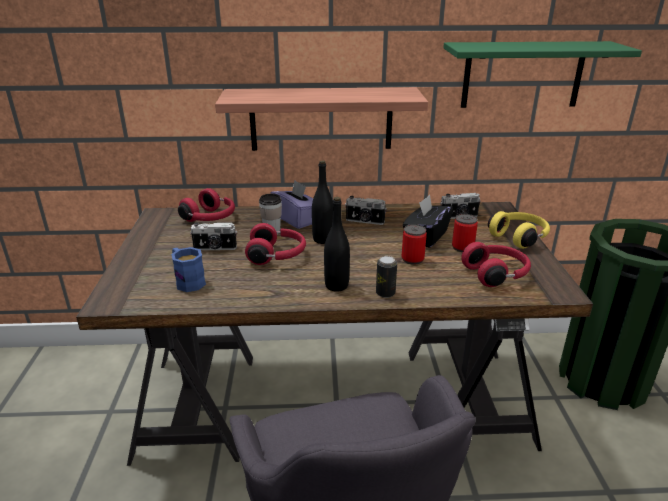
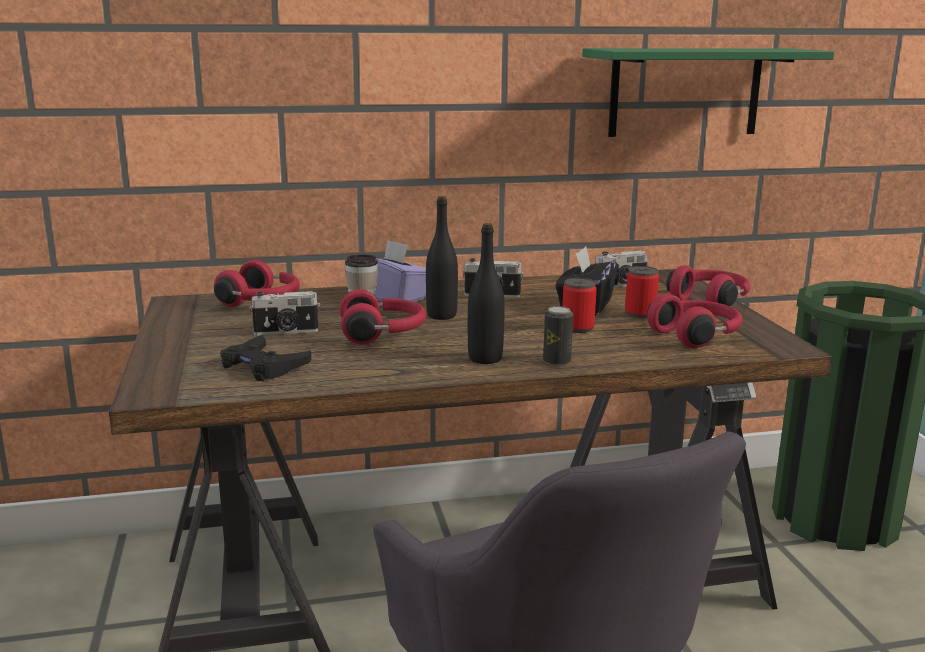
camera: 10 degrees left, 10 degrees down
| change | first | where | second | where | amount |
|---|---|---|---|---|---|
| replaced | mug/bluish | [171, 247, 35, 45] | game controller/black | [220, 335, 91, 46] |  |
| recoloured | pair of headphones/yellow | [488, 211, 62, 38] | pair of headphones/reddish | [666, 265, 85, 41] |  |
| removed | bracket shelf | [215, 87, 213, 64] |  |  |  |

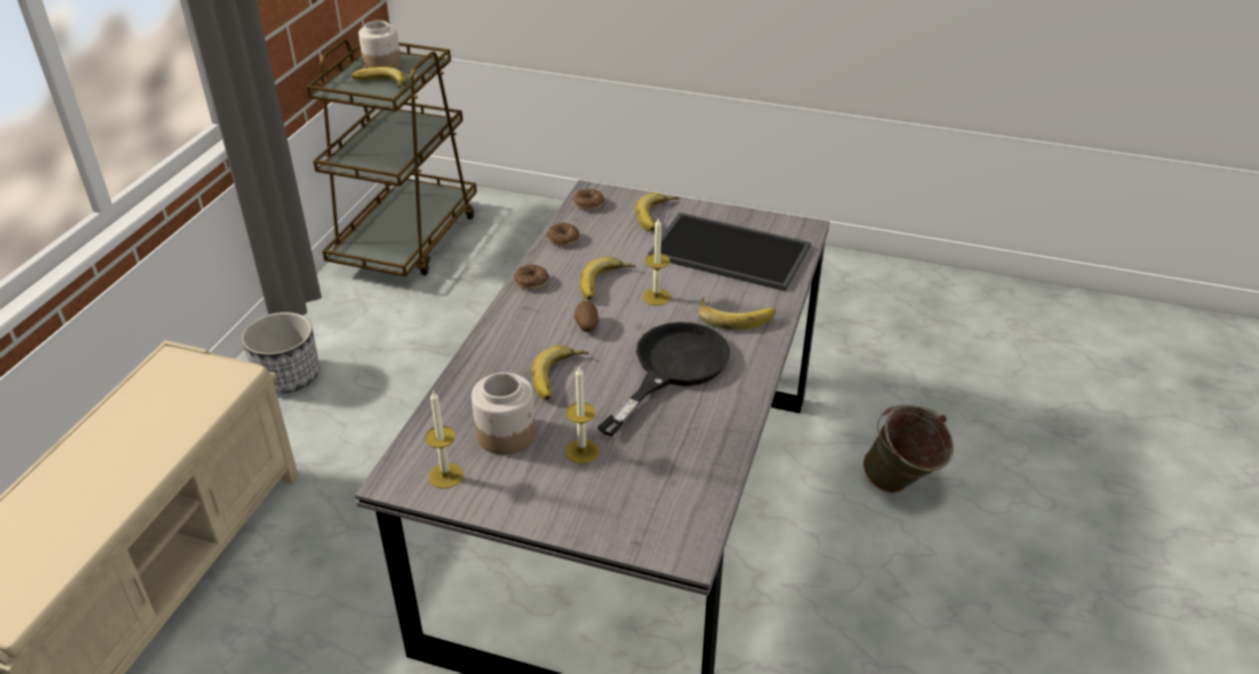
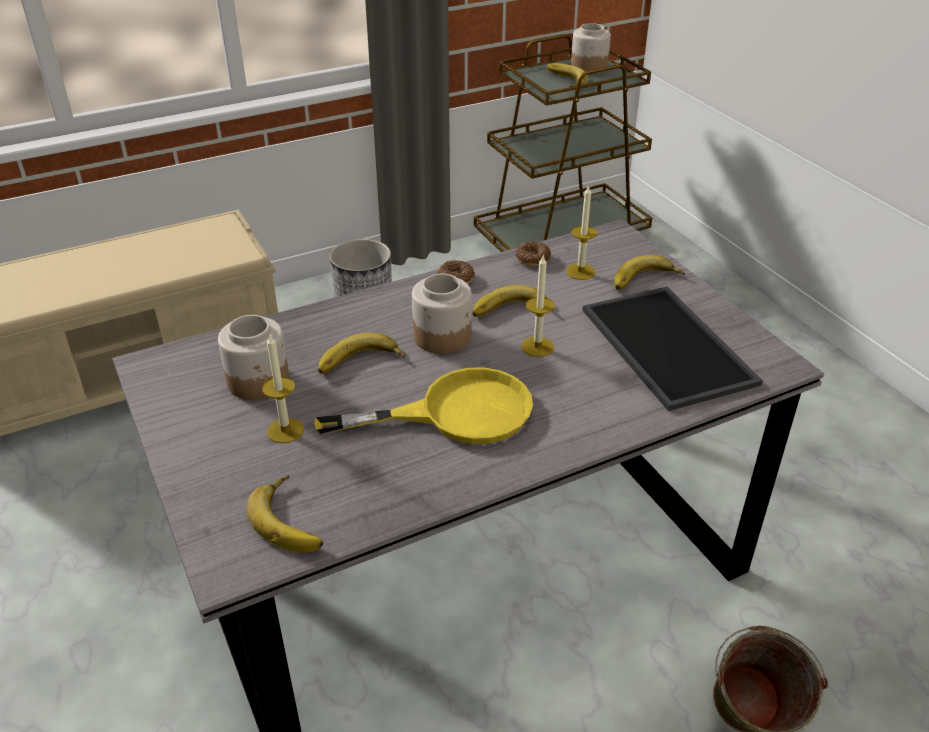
camera: 45 degrees right, 0 degrees up
| change | first | where | second | where | amount |
|---|---|---|---|---|---|
| moved | banana | [698, 297, 77, 33] |  | [246, 475, 77, 78] |  |
| recoloured | pan/black | [597, 322, 133, 114] | pan/yellow | [314, 367, 219, 77] |  |
| replaced | spud | [574, 301, 25, 31] | storage jar | [412, 274, 60, 80] |  |
| moved | candle | [425, 390, 39, 99] |  | [566, 185, 31, 95] |  |
| removed | donut | [573, 189, 31, 21] |  |  |  |

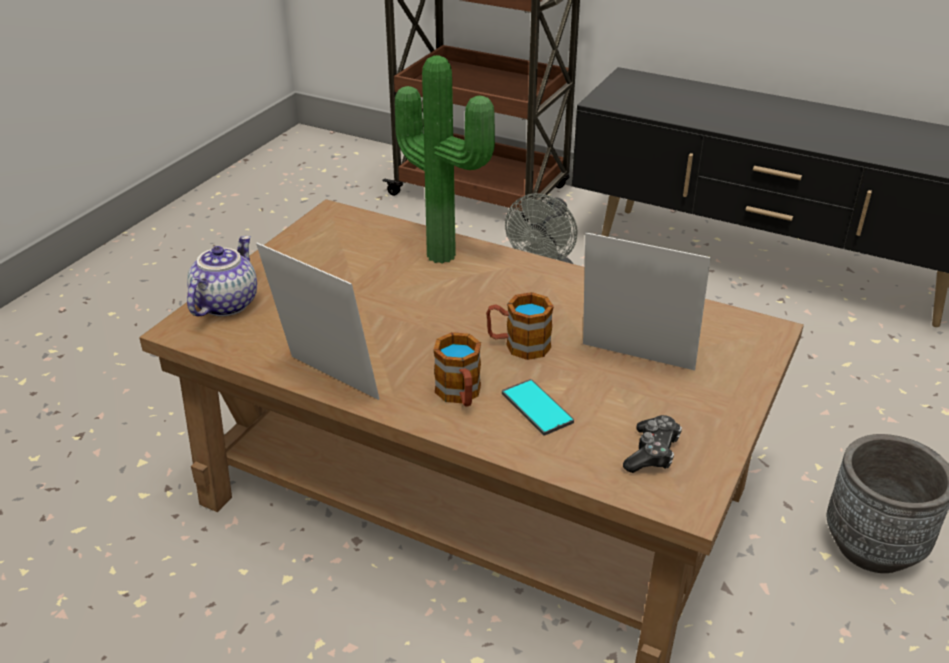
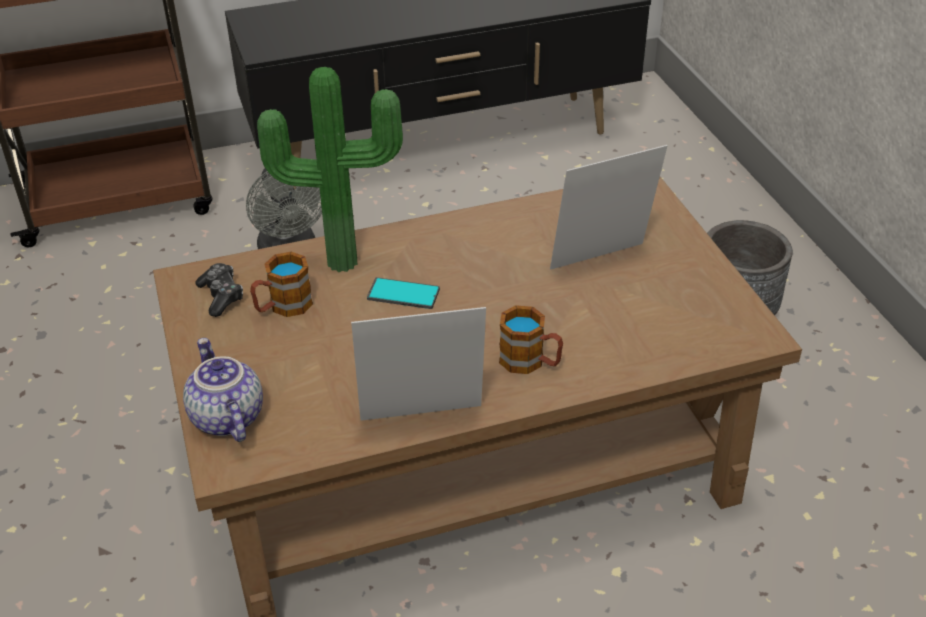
camera: 45 degrees left, 5 degrees up
| change | first | where | second | where | amount |
|---|---|---|---|---|---|
| moved | game controller | [623, 415, 59, 58] |  | [195, 263, 48, 54] |  |
| moved | mug | [486, 292, 68, 68] |  | [250, 252, 63, 65] |  |
| moved | phone | [502, 379, 72, 57] |  | [367, 277, 73, 32] |  |

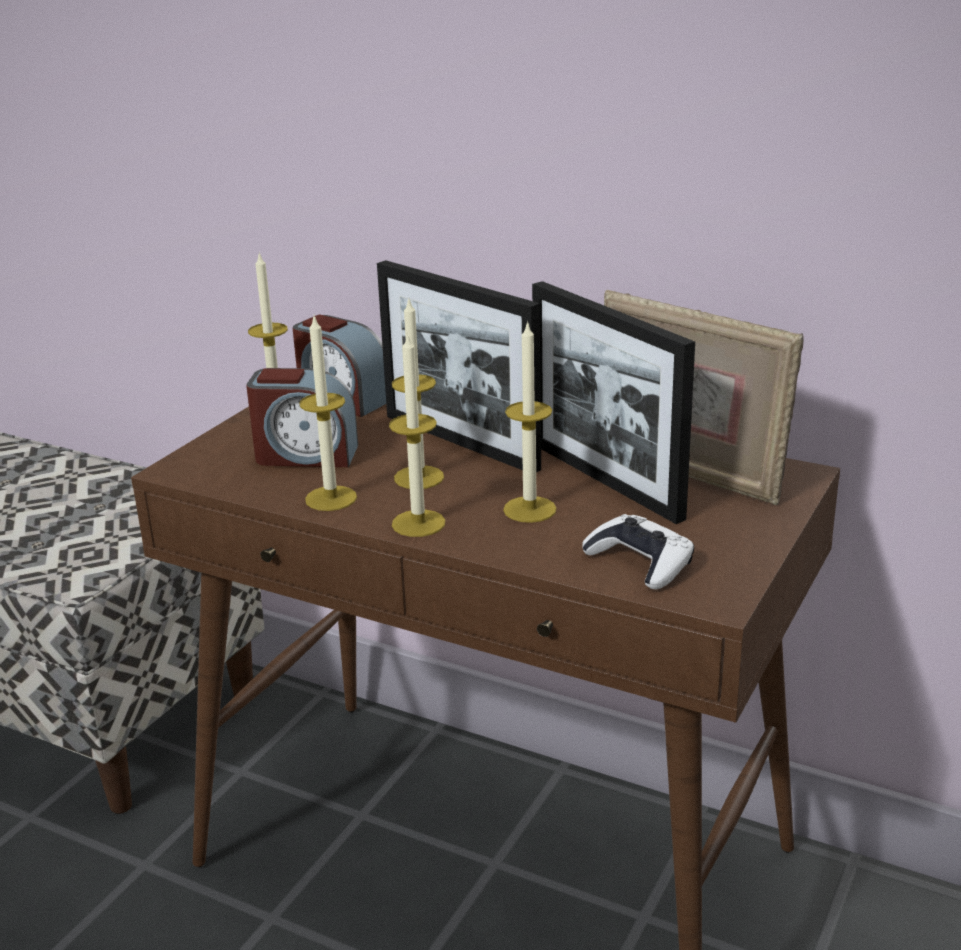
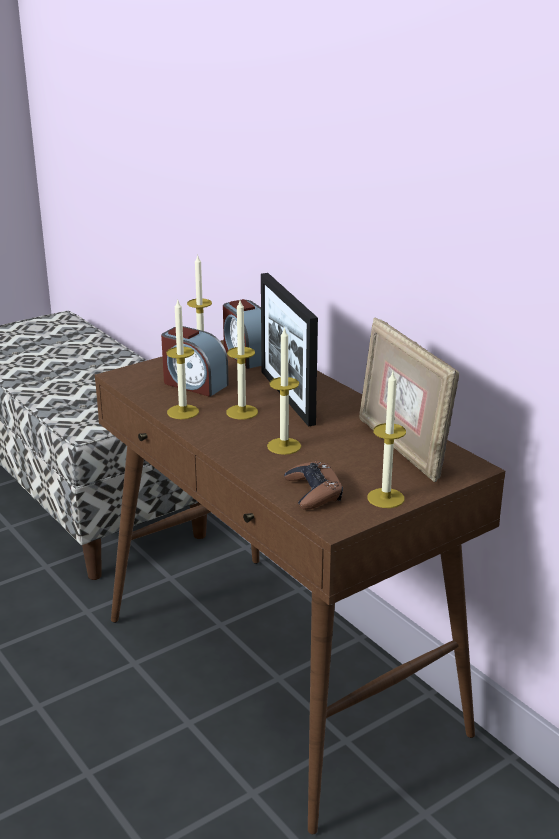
camera: 25 degrees right, 0 degrees up
| change | first | where | second | where | amount |
|---|---|---|---|---|---|
| recoloured | game controller/white-coloured | [582, 514, 112, 76] | game controller/brown | [284, 461, 59, 49] |  |
| moved | candle | [389, 332, 56, 205] |  | [367, 372, 39, 136] |  |
| removed | photo frame | [532, 281, 163, 243] |  |  |  |

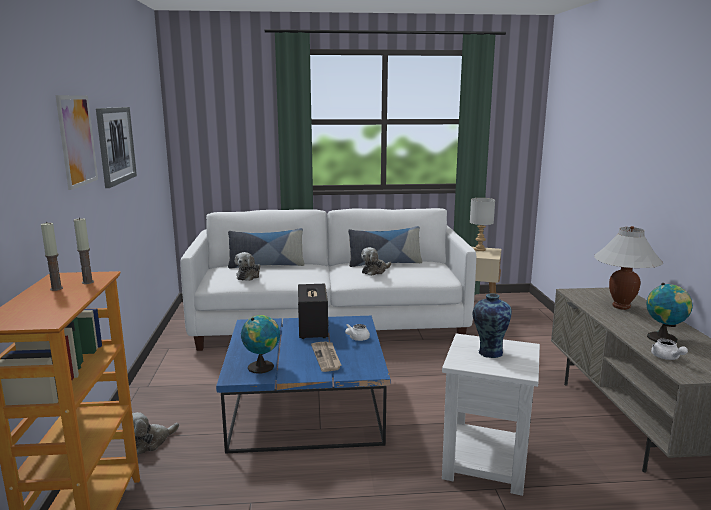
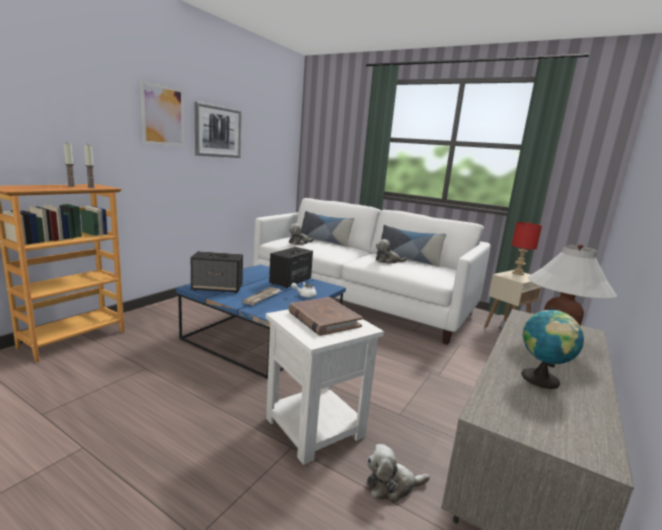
camera: 35 degrees right, 0 degrees up
| change | first | where | second | where | amount |
|---|---|---|---|---|---|
| replaced | desk globe | [241, 315, 39, 59] | loudspeaker | [191, 251, 52, 42] |  |
| replaced | decorative vase | [473, 293, 39, 65] | volume/brown | [289, 297, 74, 39] |  |
| moved | soft toy | [132, 412, 47, 43] |  | [367, 444, 63, 59] |  |
| recoloured | tabletop lamp/gray | [470, 198, 25, 53] | tabletop lamp/reddish | [512, 222, 30, 53] |  |
| removed | tea pot/white-coloured | [651, 339, 37, 21] |  |  |  |

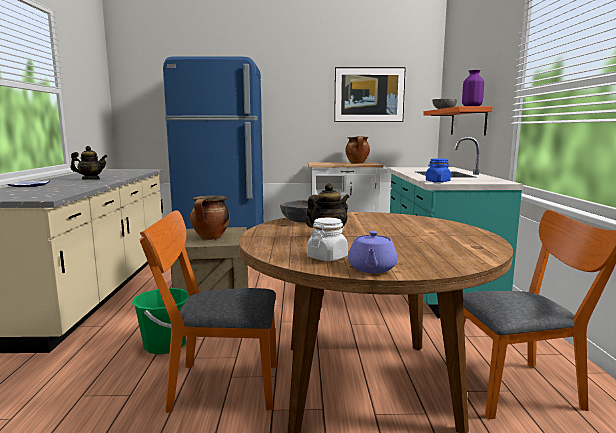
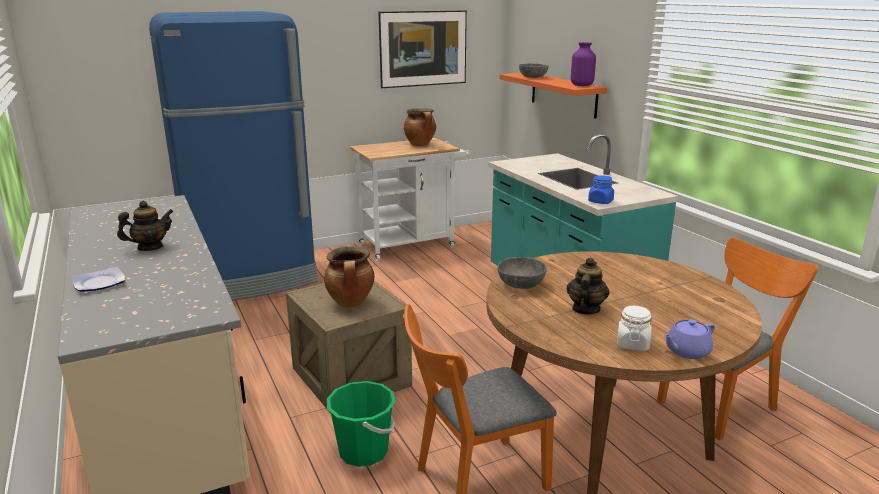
camera: 25 degrees left, 10 degrees up
| change | first | where | second | where | amount |
|---|---|---|---|---|---|
| turned | tea pot/purplish | [348, 231, 50, 42] |  | [664, 319, 51, 40] | 75 degrees clockwise |

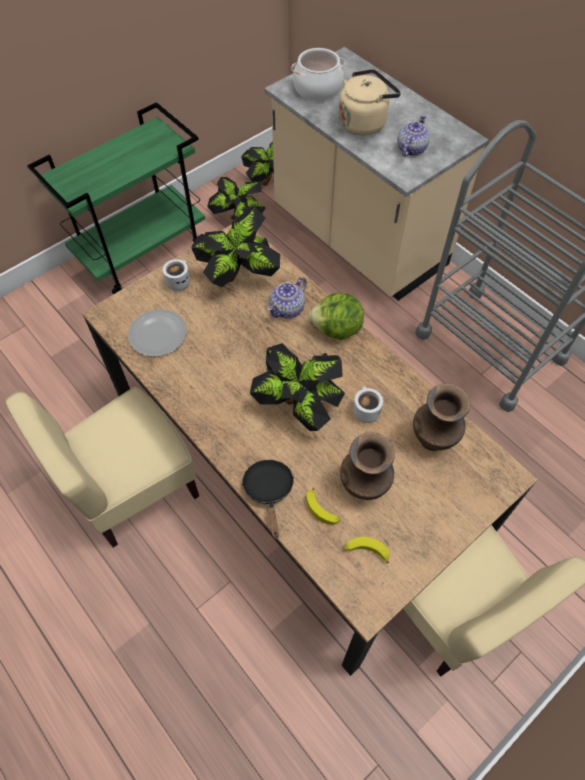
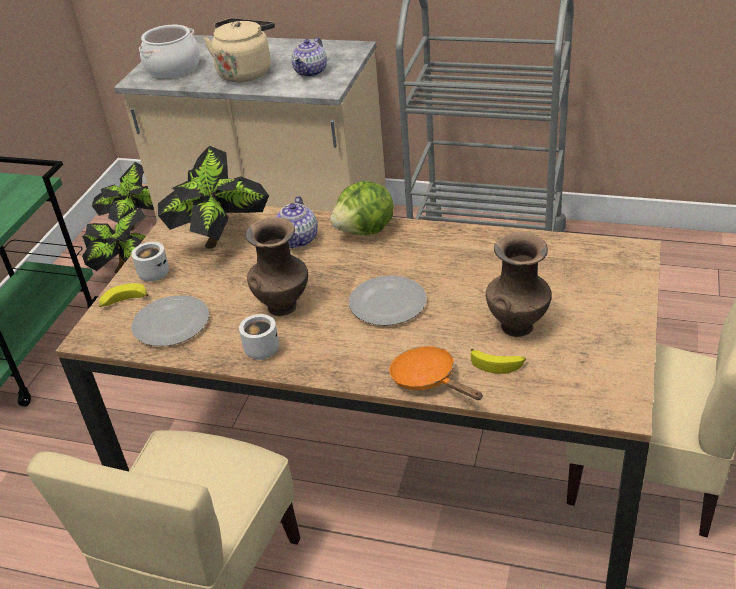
camera: 30 degrees left, 20 degrees down
| change | first | where | second | where | amount |
|---|---|---|---|---|---|
| moved | banana | [344, 537, 46, 26] |  | [99, 283, 49, 24] |  |
| moved | mug/white-coloured | [353, 387, 30, 36] |  | [239, 314, 40, 46] |  |
| moved | decorative vase/brown | [413, 384, 57, 67] |  | [245, 217, 63, 99] |  |
| turned | tea pot | [397, 115, 33, 42] |  | [292, 37, 35, 40] | 150 degrees counterclockwise |
| replaced | houseplant | [250, 343, 95, 88] | dinner plate | [349, 276, 78, 49] |  |
| recoloured | pan/black | [242, 460, 52, 78] | pan/orange | [389, 346, 94, 54] |  |

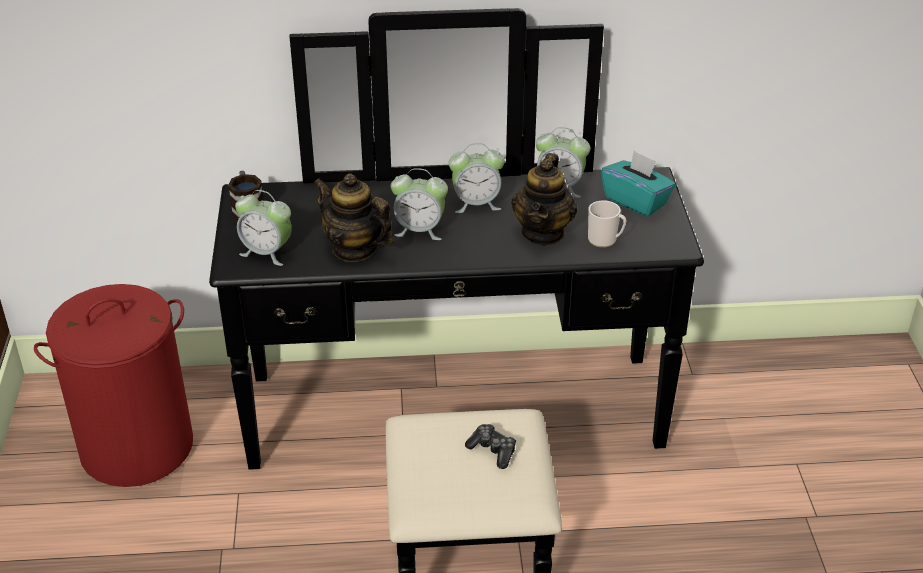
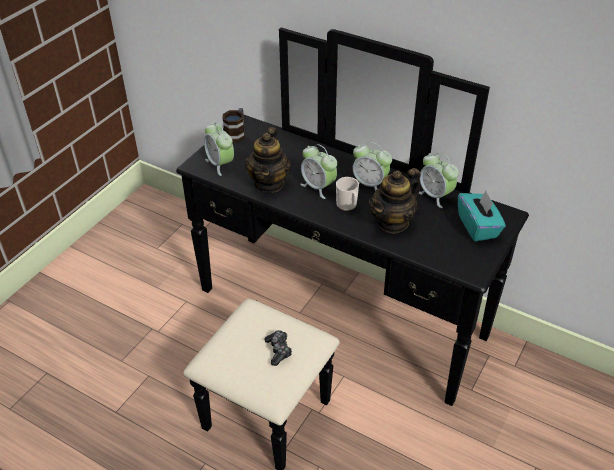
camera: 35 degrees right, 5 degrees up
| change | first | where | second | where | amount |
|---|---|---|---|---|---|
| turned | tea pot | [314, 173, 80, 89] |  | [245, 127, 46, 66] | 150 degrees counterclockwise |
| moved | mug | [588, 201, 38, 47] |  | [336, 177, 23, 34] |  |
| removed | hamper/reddish | [34, 284, 159, 203] |  |  |  |

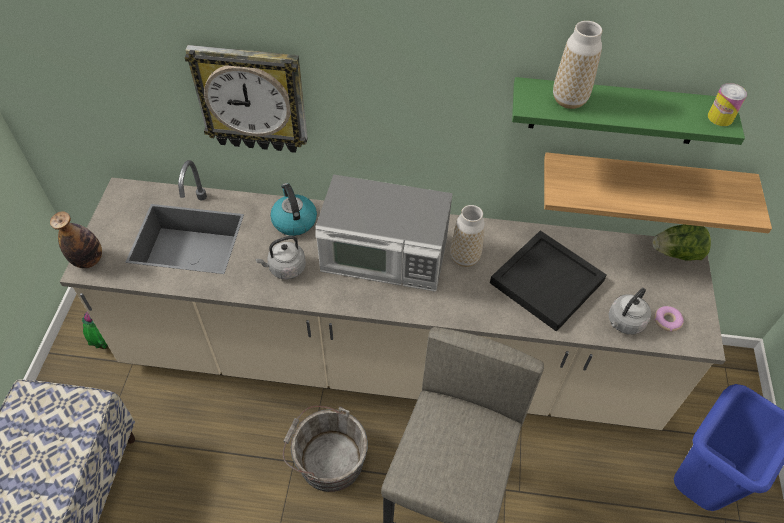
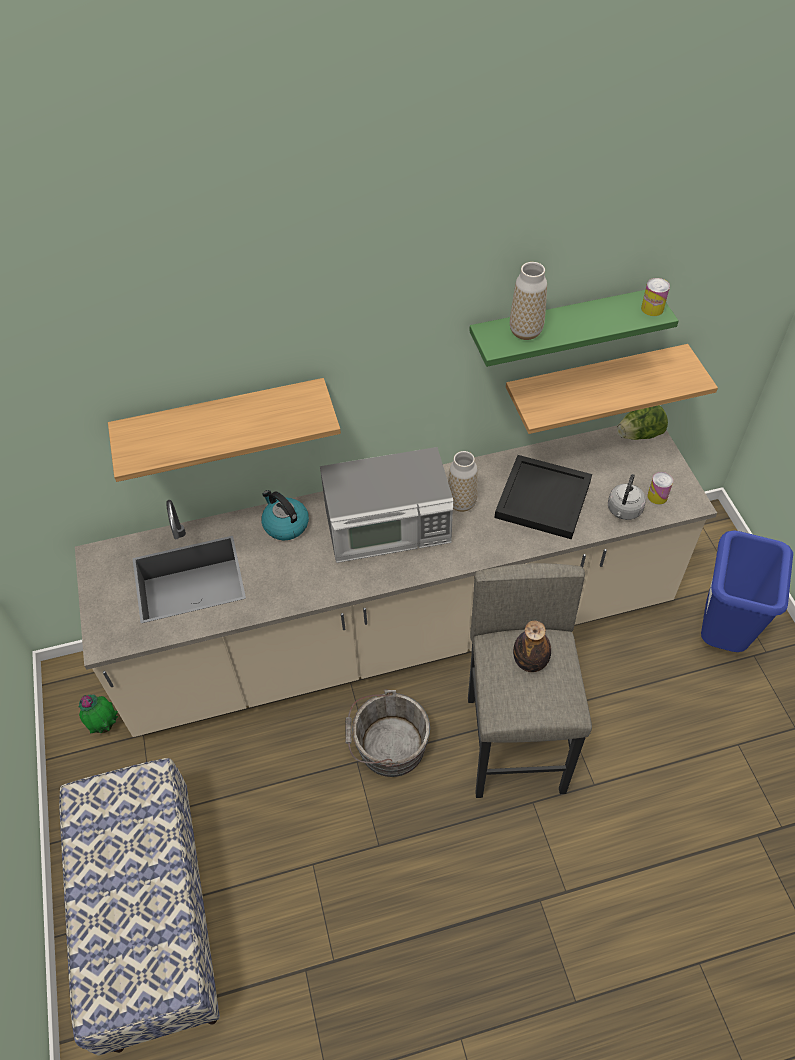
camera: 20 degrees left, 0 degrees up
| change | first | where | second | where | amount |
|---|---|---|---|---|---|
| replaced | clock on the wall | [185, 45, 123, 108] | bracket shelf | [108, 378, 233, 104] |  |
| moved | beverage bottle | [50, 211, 52, 57] |  | [513, 621, 38, 51] |  |
| replaced | donut | [654, 306, 30, 26] | sealed can | [647, 472, 26, 33] |  |
| removed | kettle/gray | [255, 236, 51, 43] |  |  |  |

